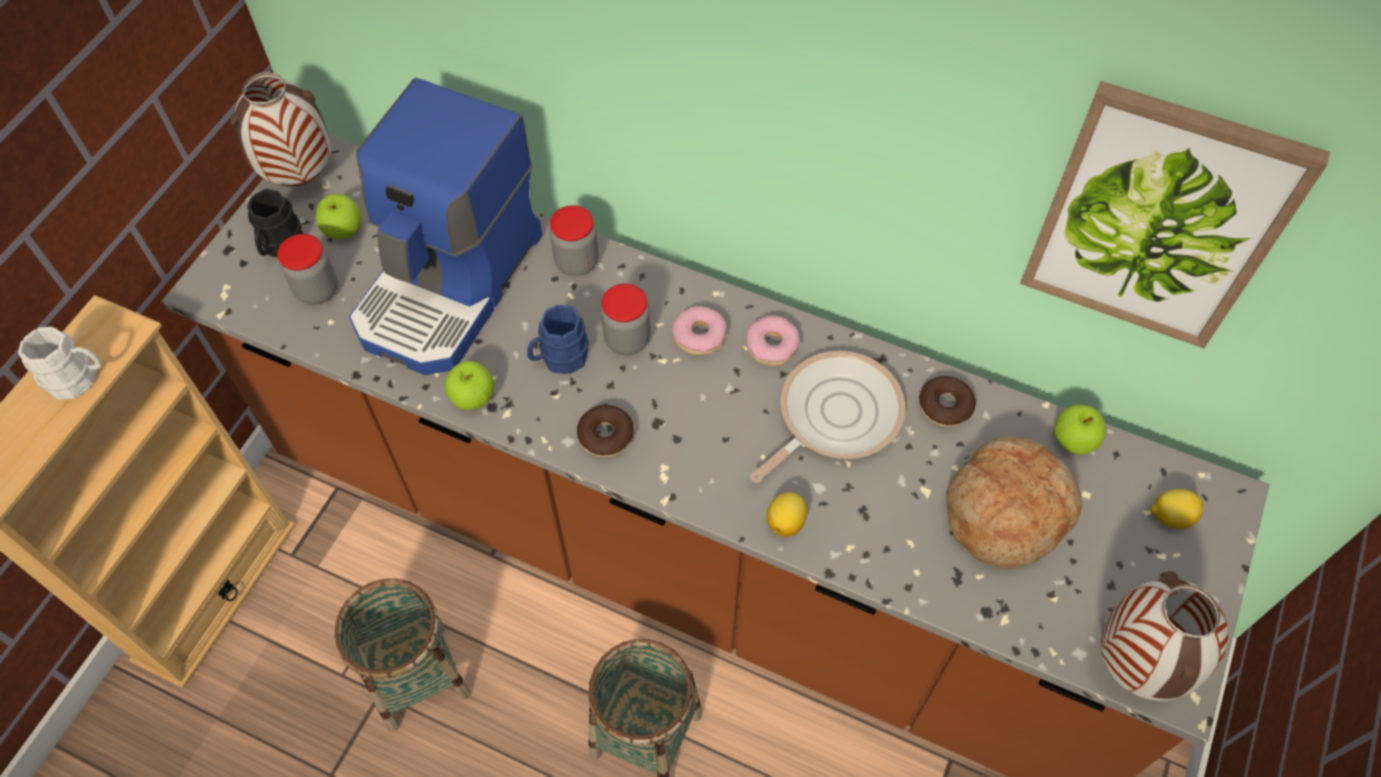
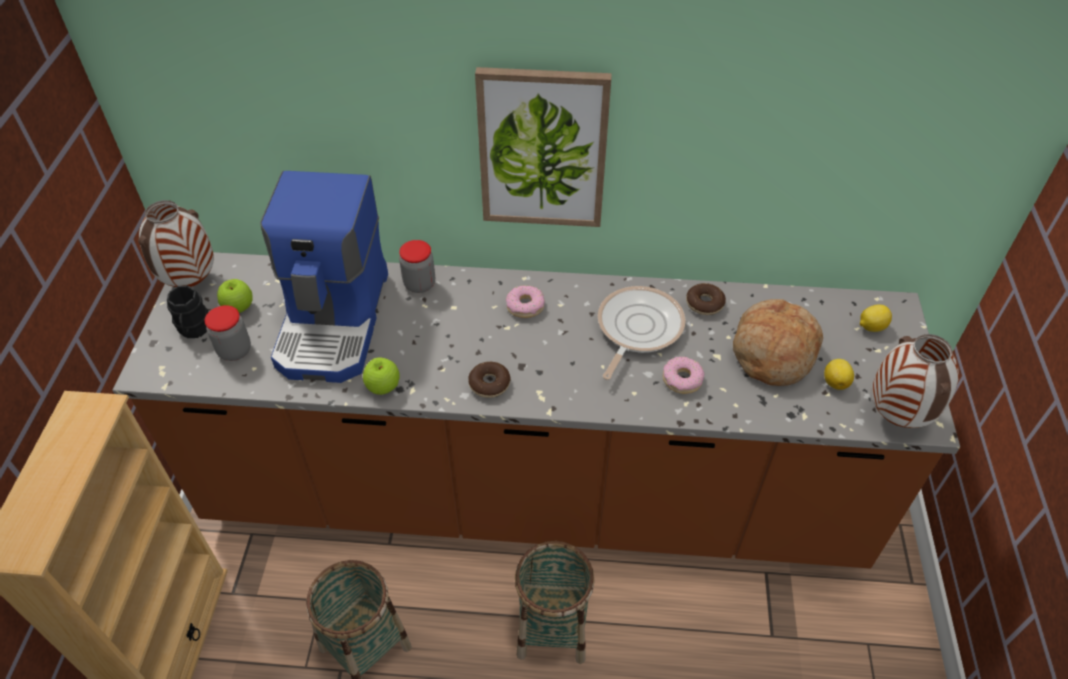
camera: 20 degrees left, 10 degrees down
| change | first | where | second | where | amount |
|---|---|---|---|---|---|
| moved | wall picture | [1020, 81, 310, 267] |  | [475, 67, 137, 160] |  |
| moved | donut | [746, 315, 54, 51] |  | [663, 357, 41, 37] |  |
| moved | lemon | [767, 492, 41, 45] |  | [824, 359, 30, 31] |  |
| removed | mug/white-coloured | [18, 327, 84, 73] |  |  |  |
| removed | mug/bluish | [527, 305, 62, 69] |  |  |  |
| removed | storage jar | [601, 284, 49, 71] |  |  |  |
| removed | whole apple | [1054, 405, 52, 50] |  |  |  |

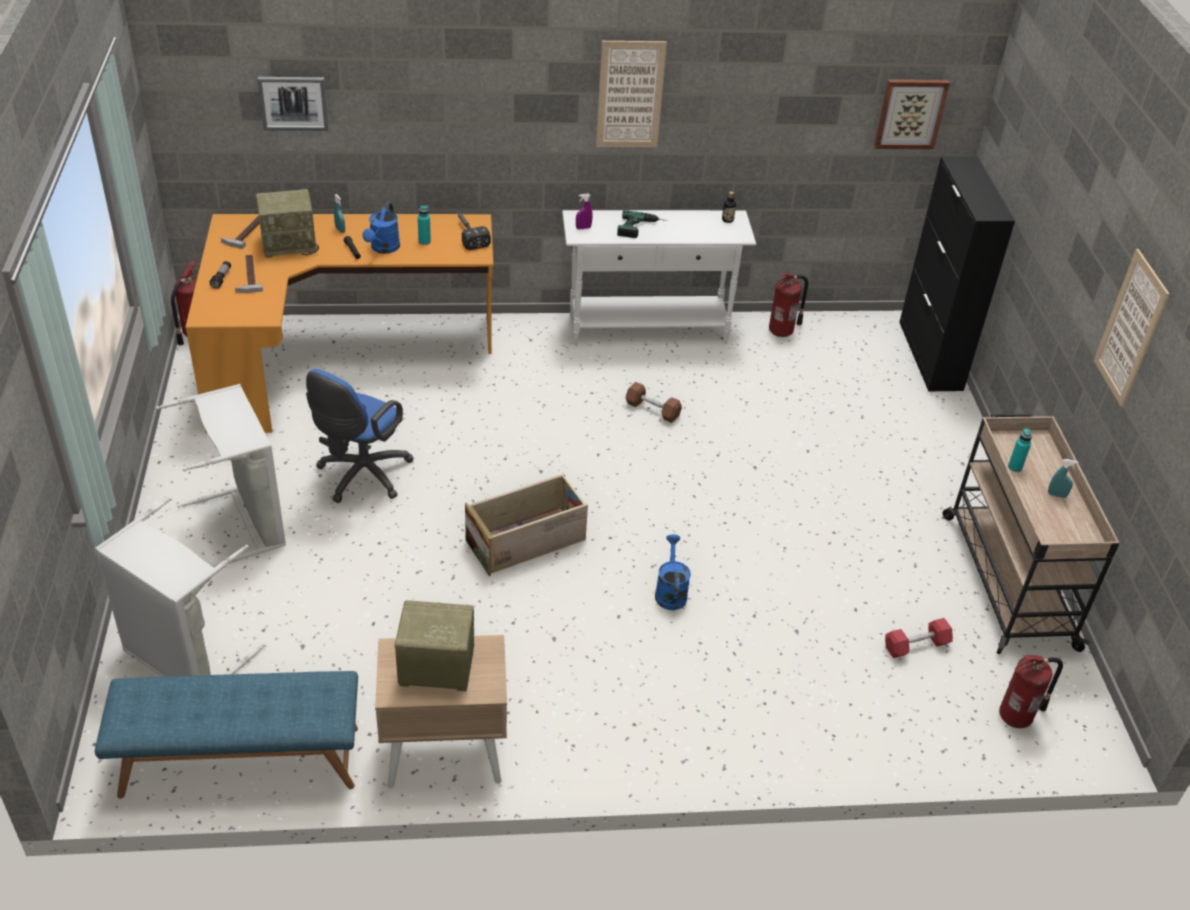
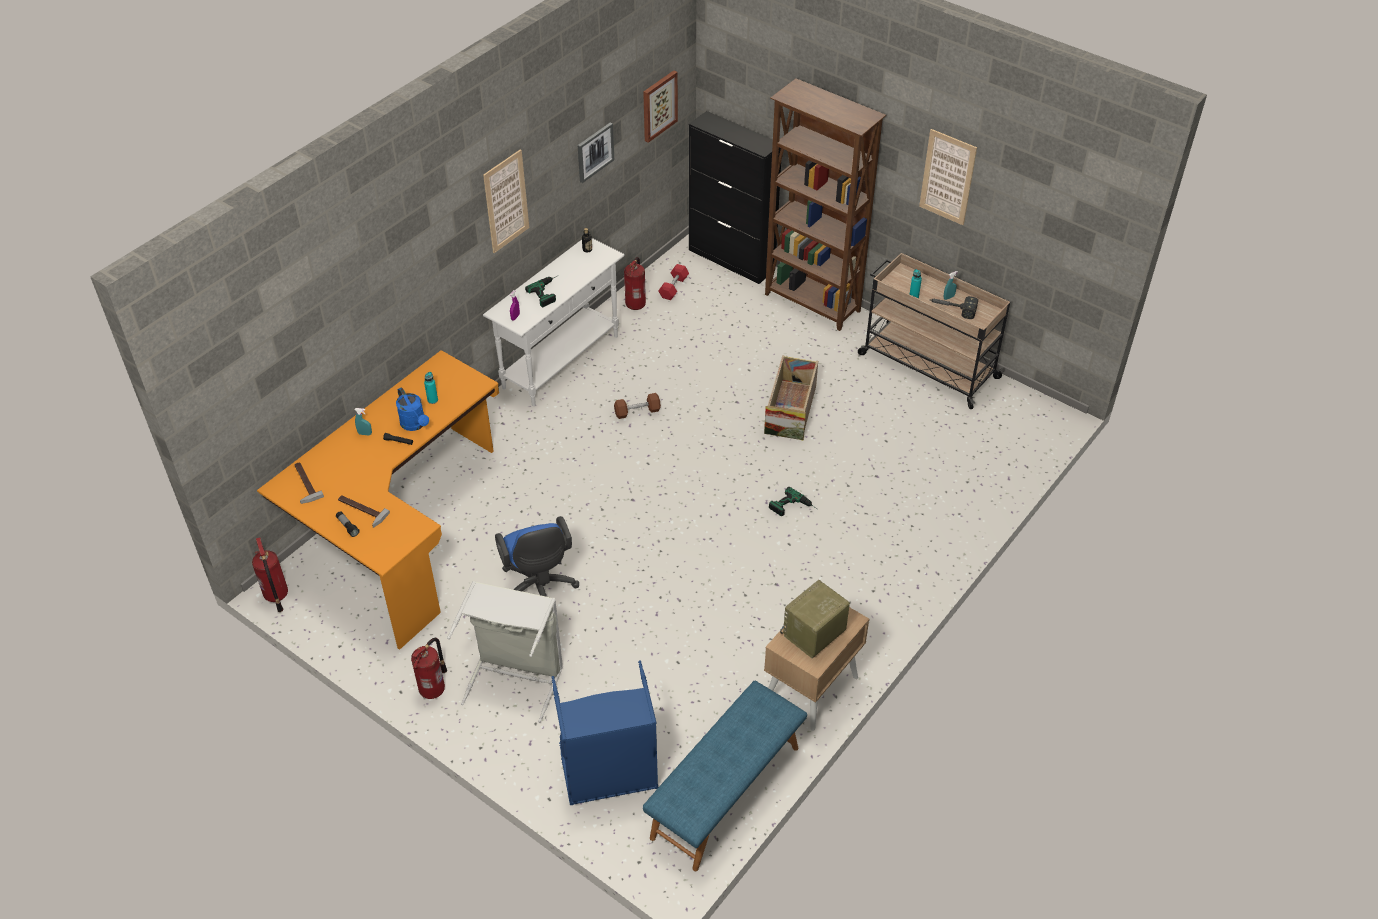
camera: 45 degrees left, 5 degrees up
| change | first | where | second | where | amount |
|---|---|---|---|---|---|
| moved | fire-fighting cylinder | [999, 655, 64, 73] |  | [411, 638, 36, 61] |  |
| recoloured | hamper/gray | [95, 497, 171, 180] | hamper/bluish | [551, 660, 107, 145] |  |
| moved | wall picture | [257, 77, 72, 54] |  | [578, 122, 36, 61] |  |
| moved | hand weight/reddish | [885, 618, 68, 40] |  | [658, 264, 31, 36] |  |
| moved | shipping crate | [465, 473, 123, 103] |  | [764, 355, 54, 85] |  |
| added |  |  | bookcase/brown | [765, 78, 121, 253] |  |
| replaced | watering can/bluish | [655, 534, 36, 76] | power drill | [769, 487, 48, 29] |  |
| moved | hand hammer | [457, 213, 34, 37] |  | [929, 296, 49, 23] |  |
| removed | radio | [256, 189, 63, 69] |  |  |  |

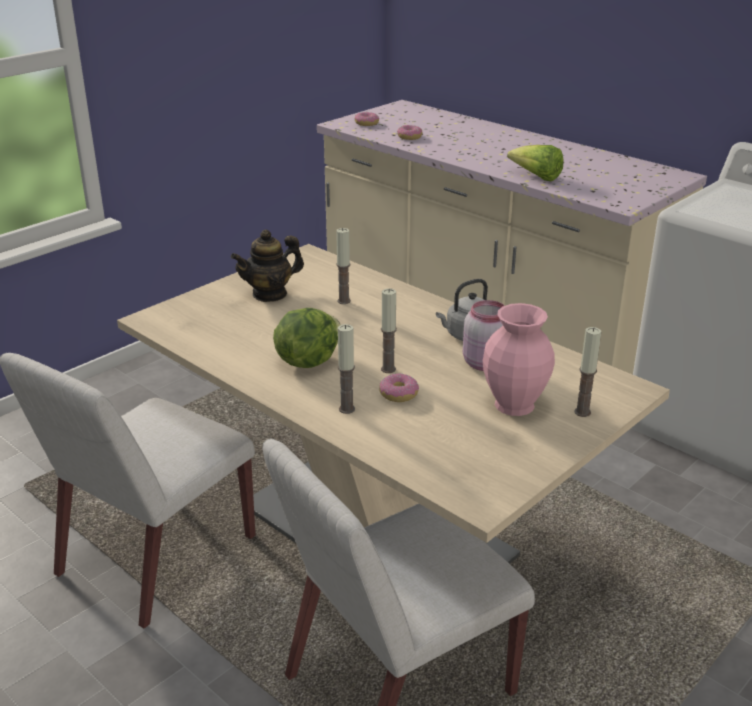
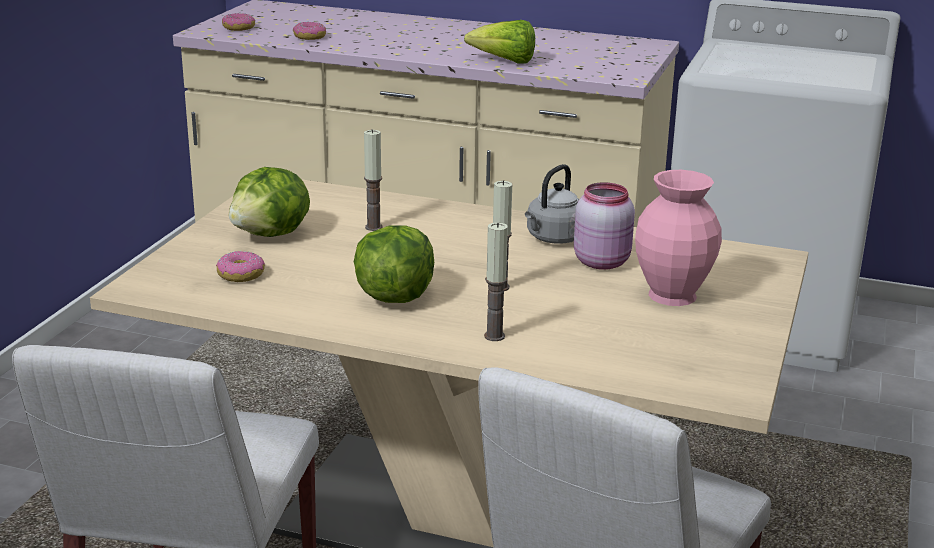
camera: 25 degrees left, 5 degrees down
| change | first | where | second | where | amount |
|---|---|---|---|---|---|
| moved | donut | [379, 373, 40, 29] |  | [216, 251, 49, 31] |  |
| replaced | tea pot | [231, 230, 73, 72] | lettuce | [229, 167, 81, 70] |  |
| removed | candle | [574, 327, 27, 90] |  |  |  |

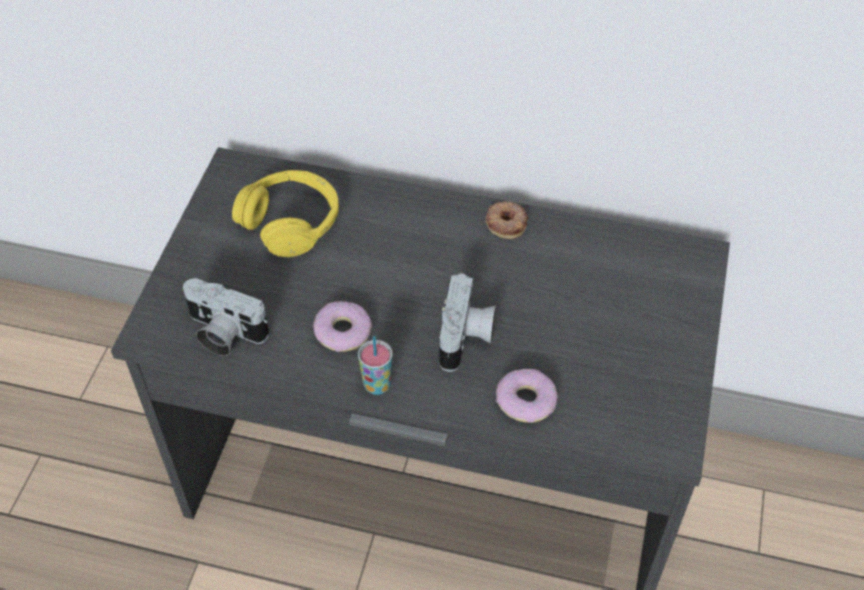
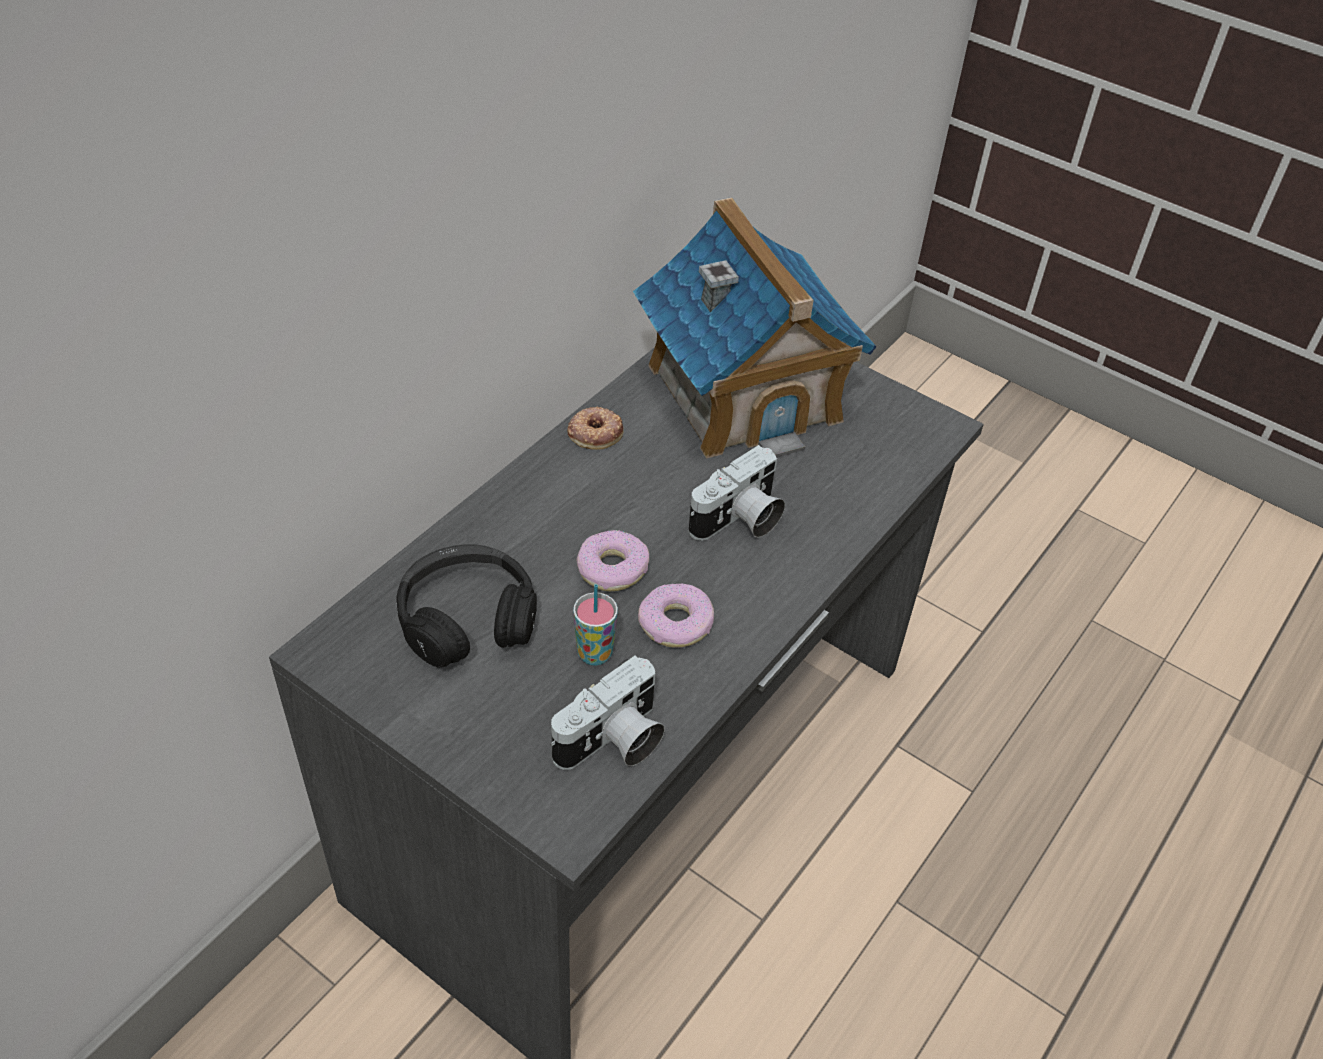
camera: 70 degrees left, 5 degrees down
| change | first | where | second | where | amount |
|---|---|---|---|---|---|
| recoloured | pair of headphones/yellow | [232, 170, 107, 87] | pair of headphones/black | [396, 544, 141, 124] |  |
| moved | cup | [358, 336, 35, 59] |  | [573, 584, 45, 81] |  |
| moved | donut | [496, 369, 62, 54] |  | [576, 530, 73, 61] |  |
| added |  |  | miniature house | [633, 197, 244, 262] |  |
| turned | still camera | [439, 273, 57, 99] |  | [688, 445, 97, 96] | 105 degrees clockwise |

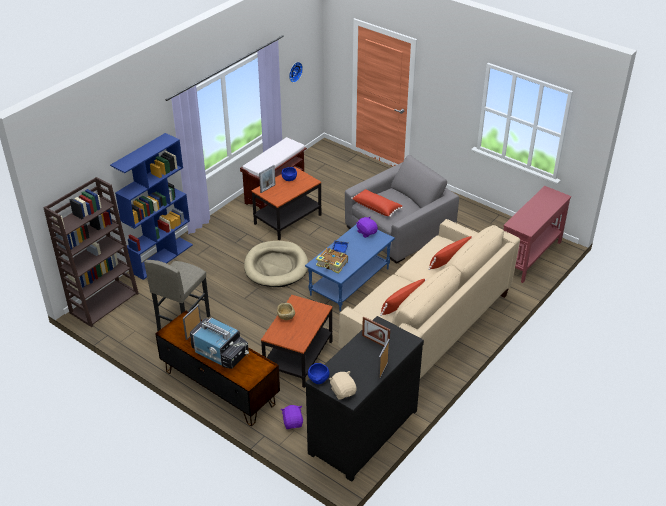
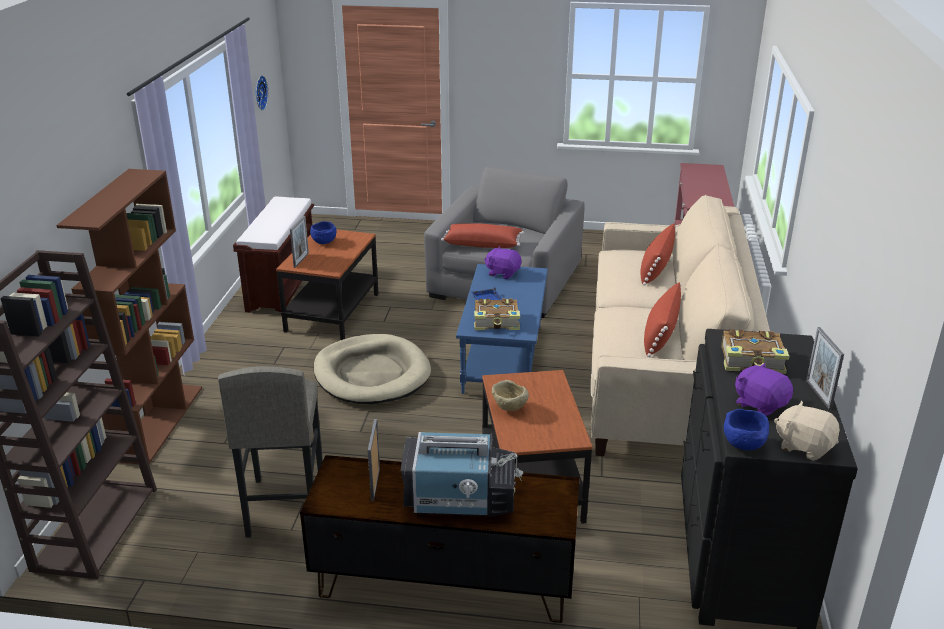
camera: 30 degrees left, 10 degrees down
| change | first | where | second | where | amount |
|---|---|---|---|---|---|
| recoloured | bookcase/bluish | [110, 133, 83, 147] | bookcase/brown | [57, 169, 145, 295] |  |
| replaced | photo frame | [362, 316, 28, 31] | volume | [722, 329, 67, 45] |  |
| moved | soft toy/purplish | [281, 405, 22, 24] |  | [735, 363, 58, 53] |  |

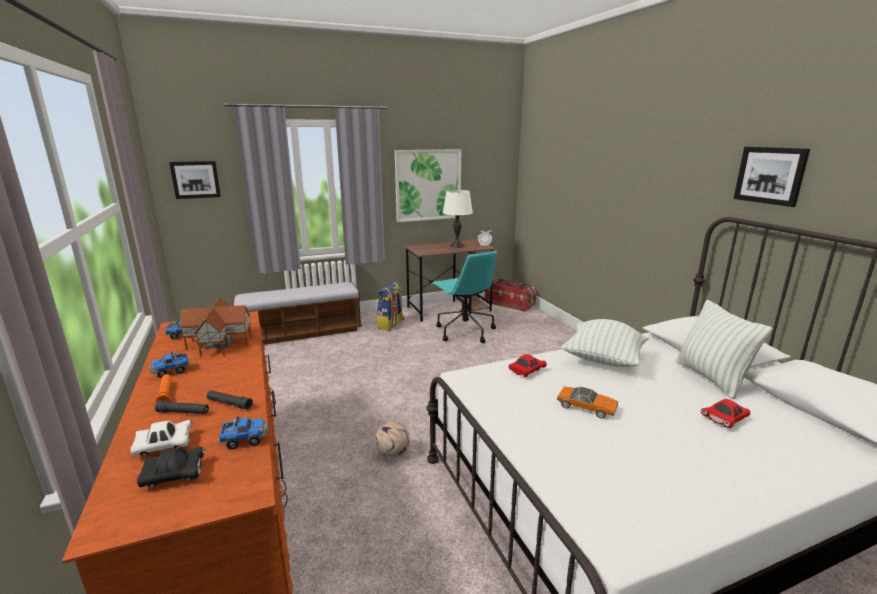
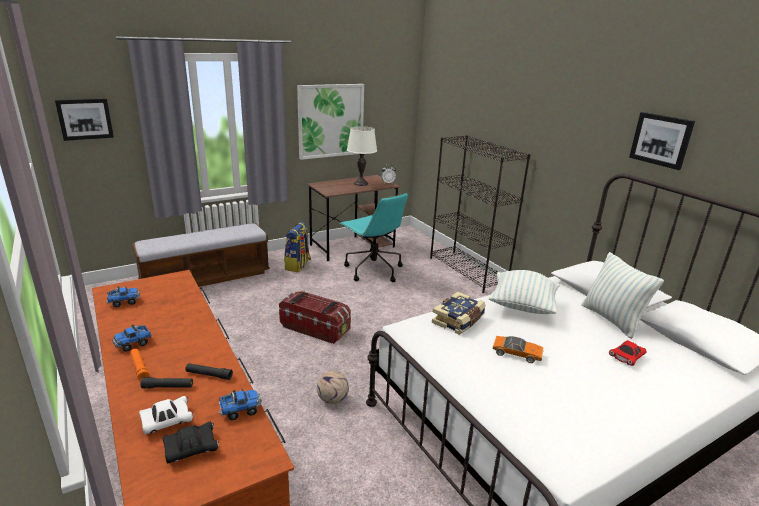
camera: 10 degrees left, 5 degrees up
| change | first | where | second | where | amount |
|---|---|---|---|---|---|
| moved | storage bin | [485, 279, 52, 33] |  | [279, 291, 72, 53] |  |
| added |  |  | bookcase/black | [430, 135, 100, 158] |  |
| replaced | miniature car/reddish | [509, 354, 38, 23] | volume | [432, 292, 54, 43] |  |
| removed | miniature house | [179, 298, 73, 59] |  |  |  |

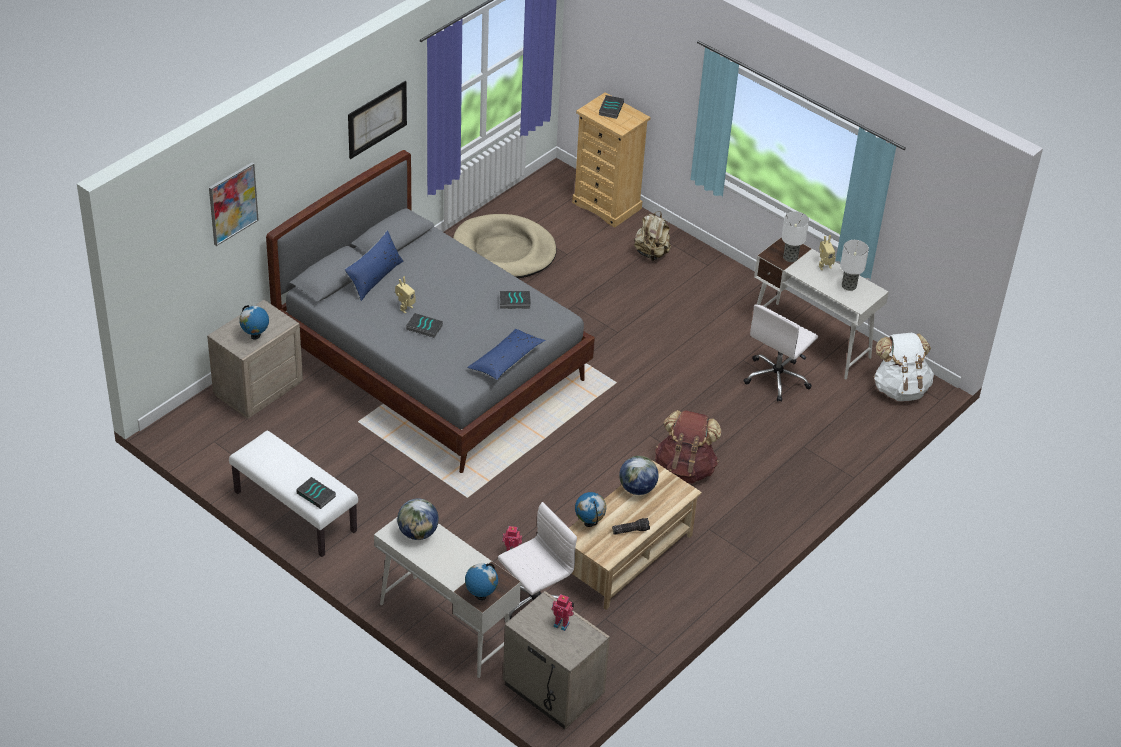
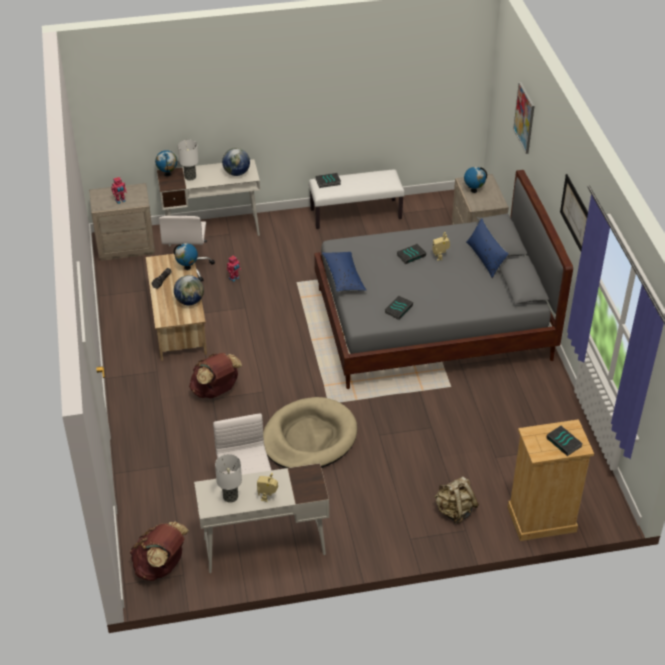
camera: 130 degrees right, 0 degrees up
| change | first | where | second | where | amount |
|---|---|---|---|---|---|
| recoloured | backpack/white-coloured | [873, 333, 61, 68] | backpack/brown | [130, 522, 59, 59] |  |
| moved | tabletop lamp | [781, 211, 28, 51] |  | [178, 140, 21, 41] |  |
| moved | dog cushion/sand-coloured | [453, 214, 103, 64] |  | [263, 397, 94, 71] |  |

